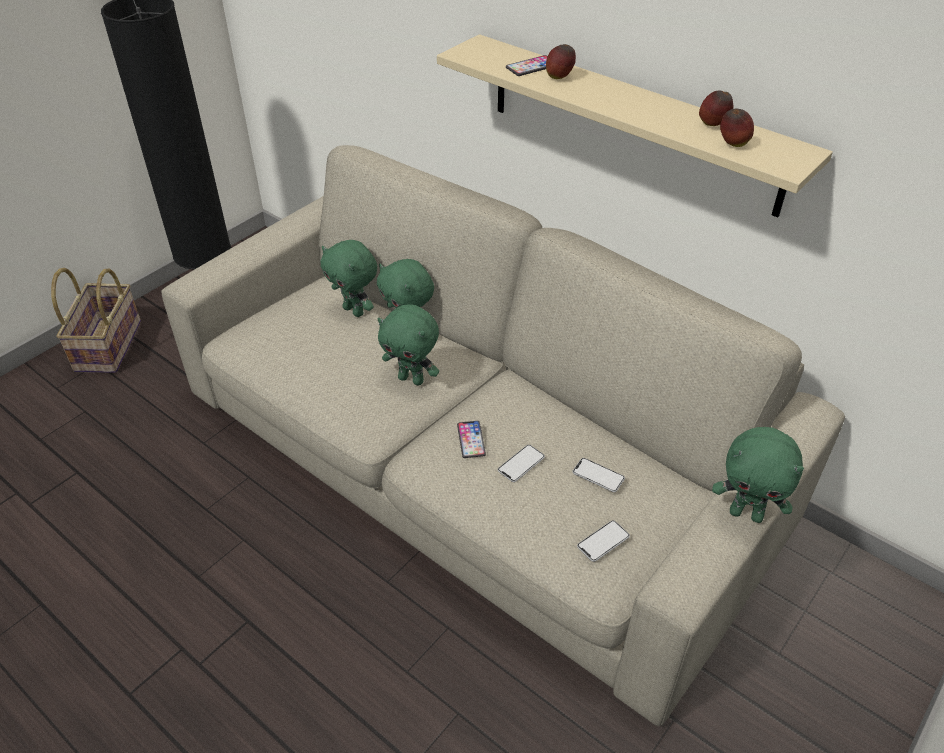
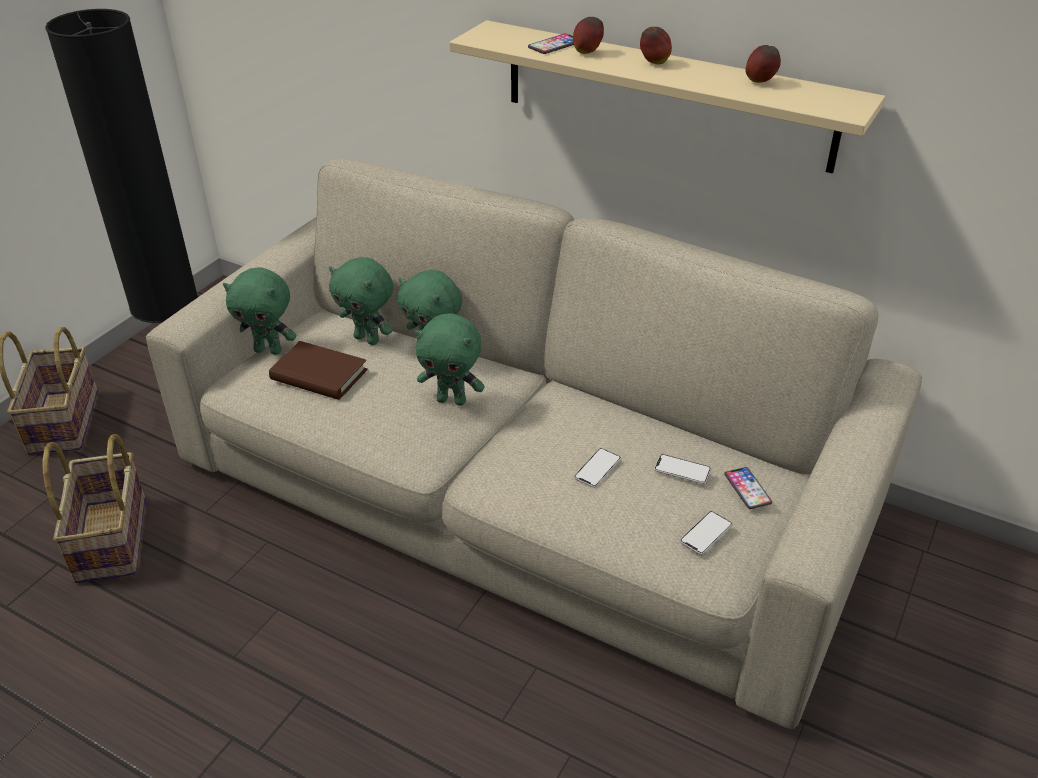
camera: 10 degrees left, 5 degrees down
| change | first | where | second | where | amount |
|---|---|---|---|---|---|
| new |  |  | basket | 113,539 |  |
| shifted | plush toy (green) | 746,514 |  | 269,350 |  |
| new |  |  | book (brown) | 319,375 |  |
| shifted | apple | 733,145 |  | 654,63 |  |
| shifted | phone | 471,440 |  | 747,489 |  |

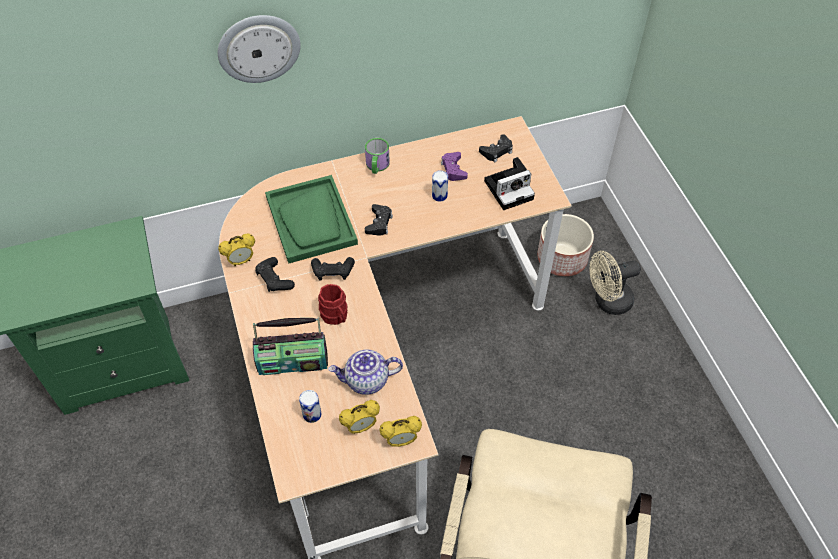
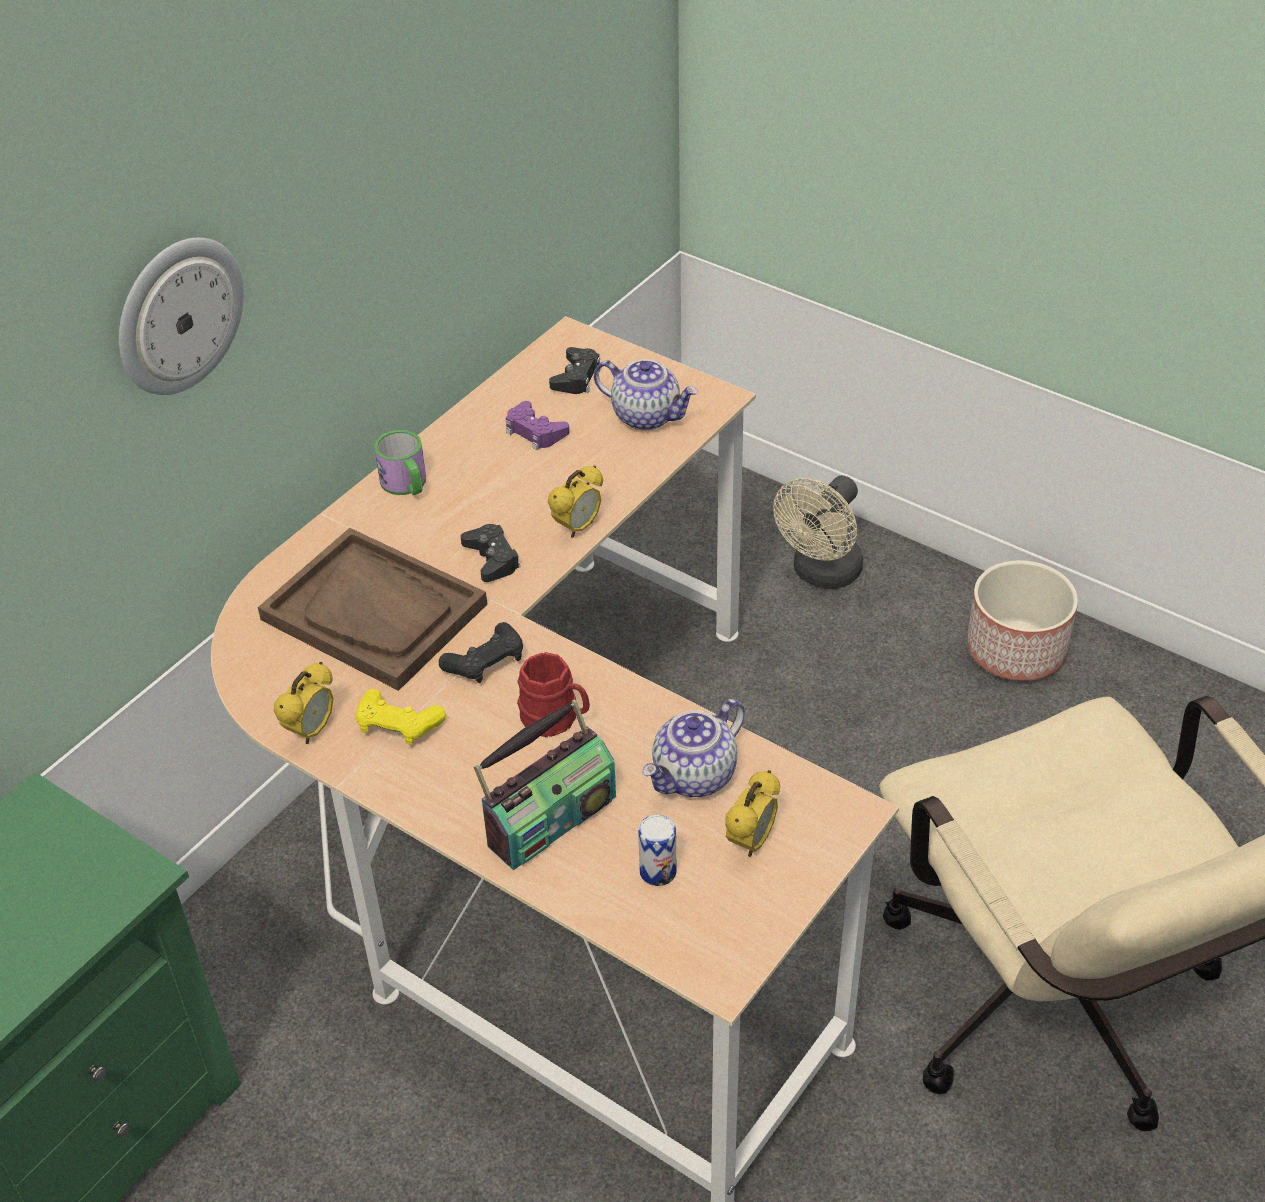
camera: 35 degrees left, 10 degrees down
| change | first | where | second | where | amount |
|---|---|---|---|---|---|
| repainted | tray (green) | 311,220 | tray (brown) | 375,612 |  |
| repainted | game controller (black) | 274,279 | game controller (yellow) | 398,725 |  |
| shifted | alarm clock | 401,441 |  | 577,528 |  |
| swapped | photo camera | 510,189 | teapot | 647,416 |  |
| shifted | planter | 561,257 |  | 1014,649 |  |
| gone | can | 439,195 |  |  |  |

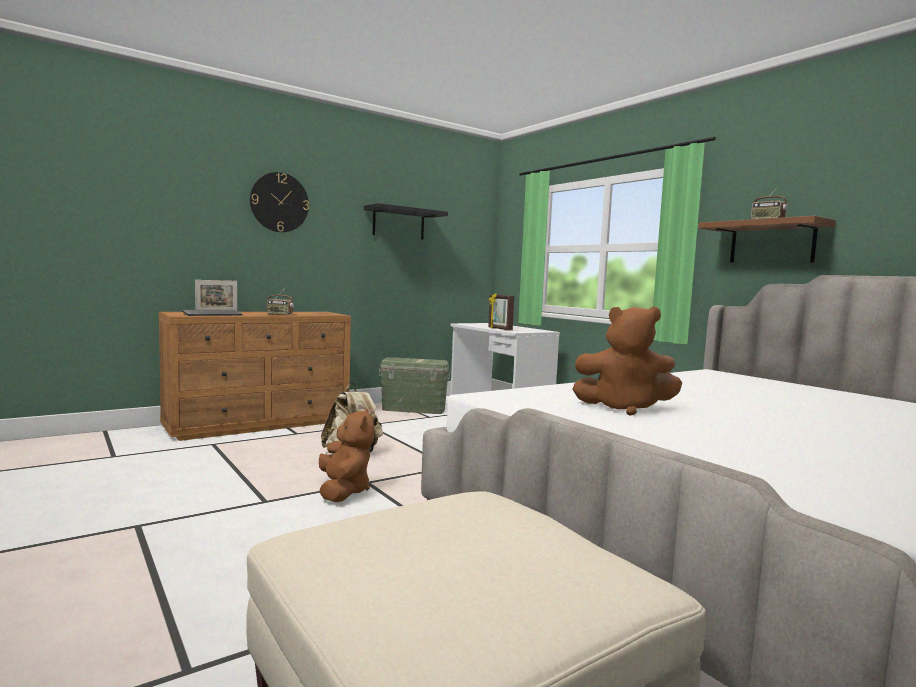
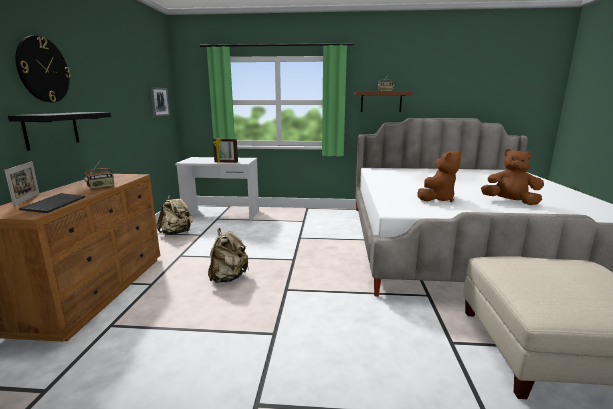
camera: 50 degrees left, 10 degrees up
| change | first | where | second | where | amount |
|---|---|---|---|---|---|
| shifted | shelf (black) | 398,223 |  | 51,130 |  |
| new |  |  | picture | 159,101 |  |
| swapped | storage box (green) | 413,409 | backpack (beige) | 176,233 |  |
| shifted | plush toy (brown) | 343,491 |  | 510,202 |  |

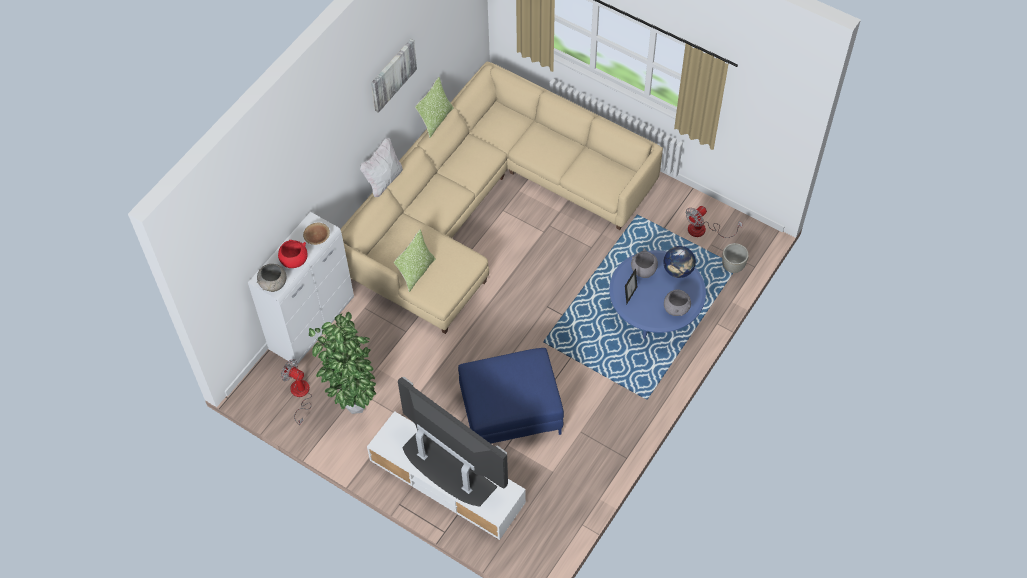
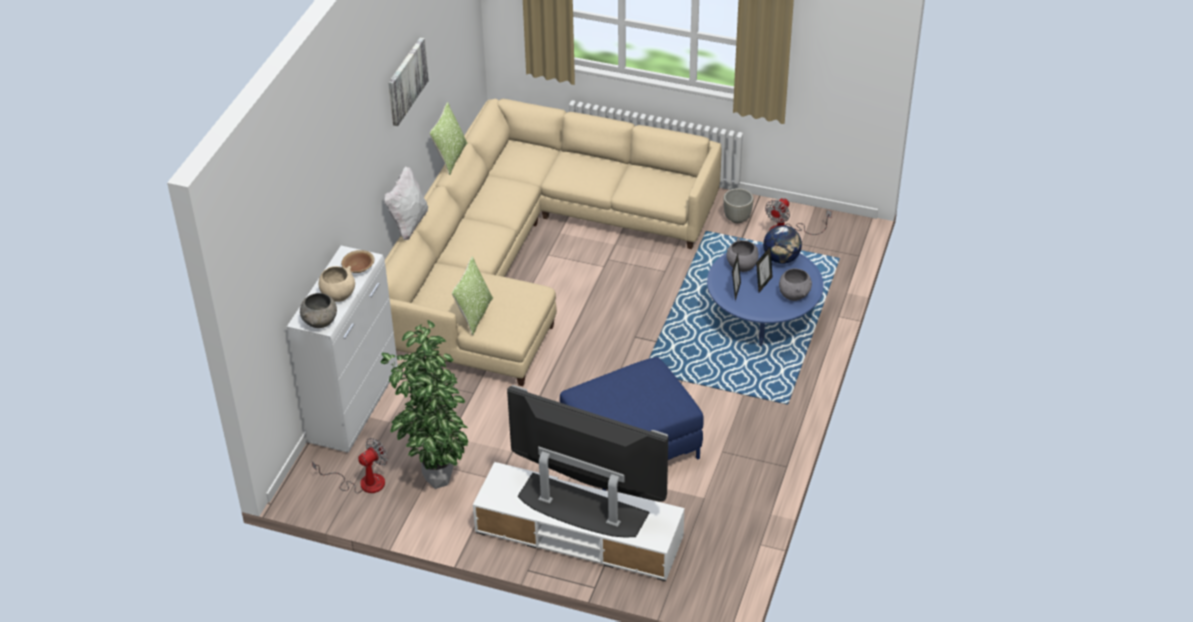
camera: 15 degrees left, 15 degrees down
| change | first | where | second | where | amount |
|---|---|---|---|---|---|
| rotated | fan | 300,395 |  | 363,482 | 120 degrees clockwise |
| repainted | bowl (red) | 294,261 | bowl (beige) | 338,295 |  |
| shifted | planter (grey) | 733,266 |  | 737,218 |  |
| new |  |  | picture frame | 763,284 |  |

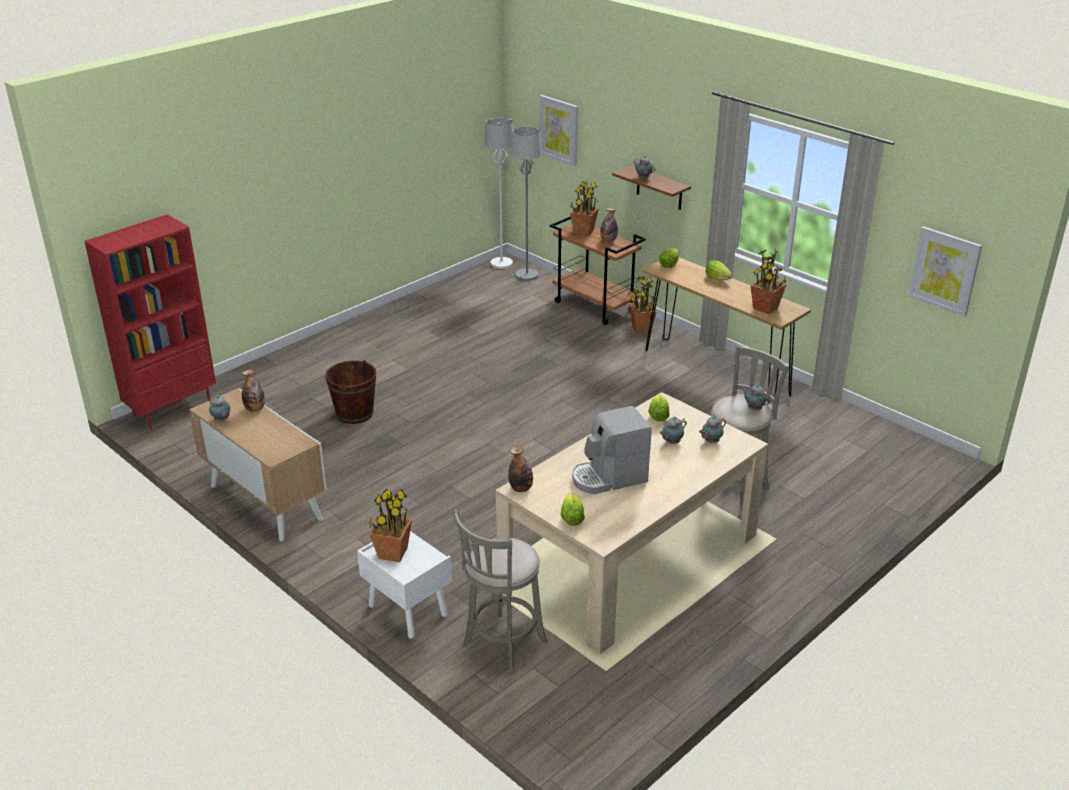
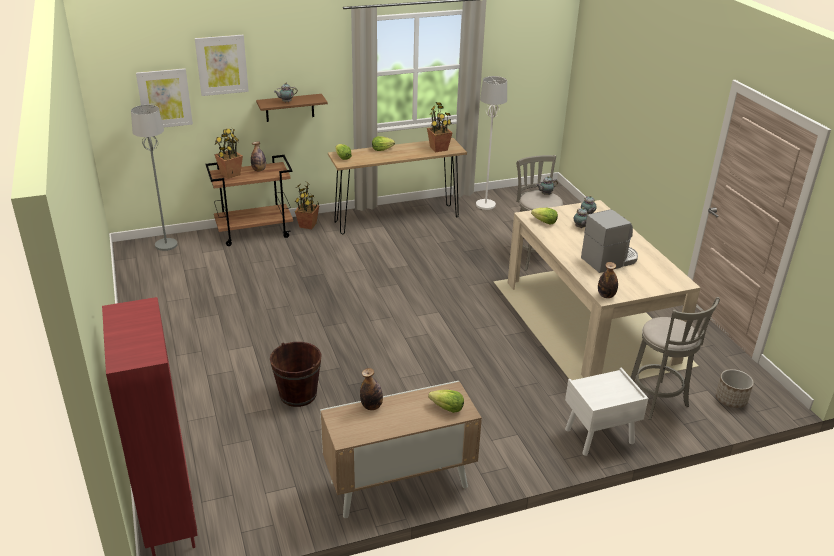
camera: 65 degrees left, 0 degrees up
| change | first | where | second | where | amount |
|---|---|---|---|---|---|
| shifted | picture | 944,271 |  | 222,65 |  |
| shifted | lettuce | 571,518 |  | 447,408 |  |
| shifted | floor lamp (white) | 501,263 |  | 485,205 |  |
| rotated | coffee machine | 608,477 |  | 610,260 | 120 degrees counterclockwise |
| new |  |  | planter | 731,399 |  |
| gone | teapot | 222,420 |  |  |  |
| gone | potted plant | 392,553 |  |  |  |

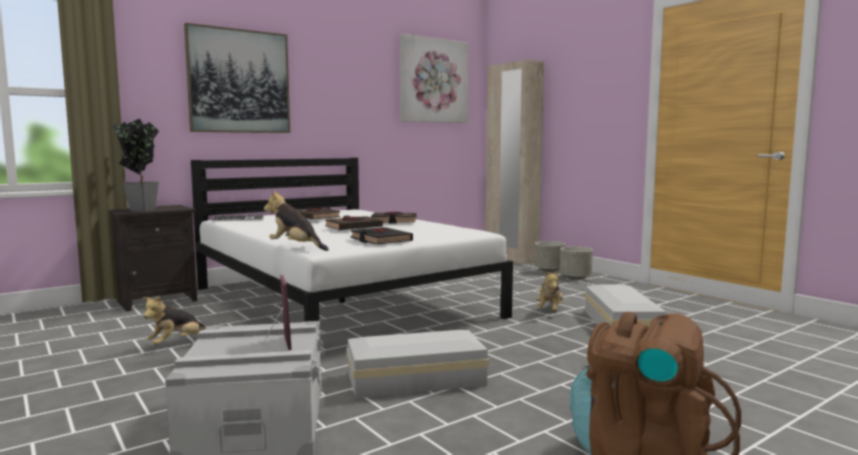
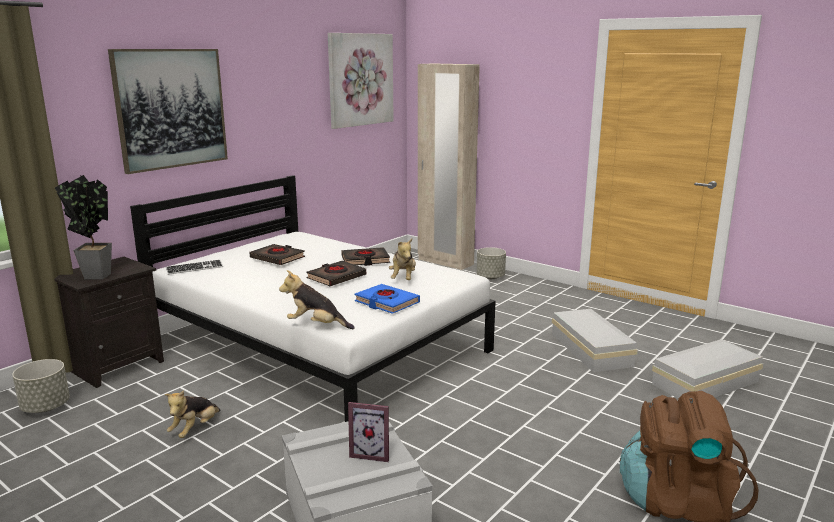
camera: 15 degrees left, 10 degrees up
| change | first | where | second | where | amount |
|---|---|---|---|---|---|
| shifted | planter (grey) | 575,278 |  | 46,407 |  |
| rotated | picture frame | 276,344 |  | 371,453 | 135 degrees clockwise |
| repainted | book (black) | 380,240 | book (blue) | 386,302 |  |
| shifted | plush toy | 550,311 |  | 403,278 |  |
| shifted | storage box (white) | 413,378 |  | 703,382 |  |

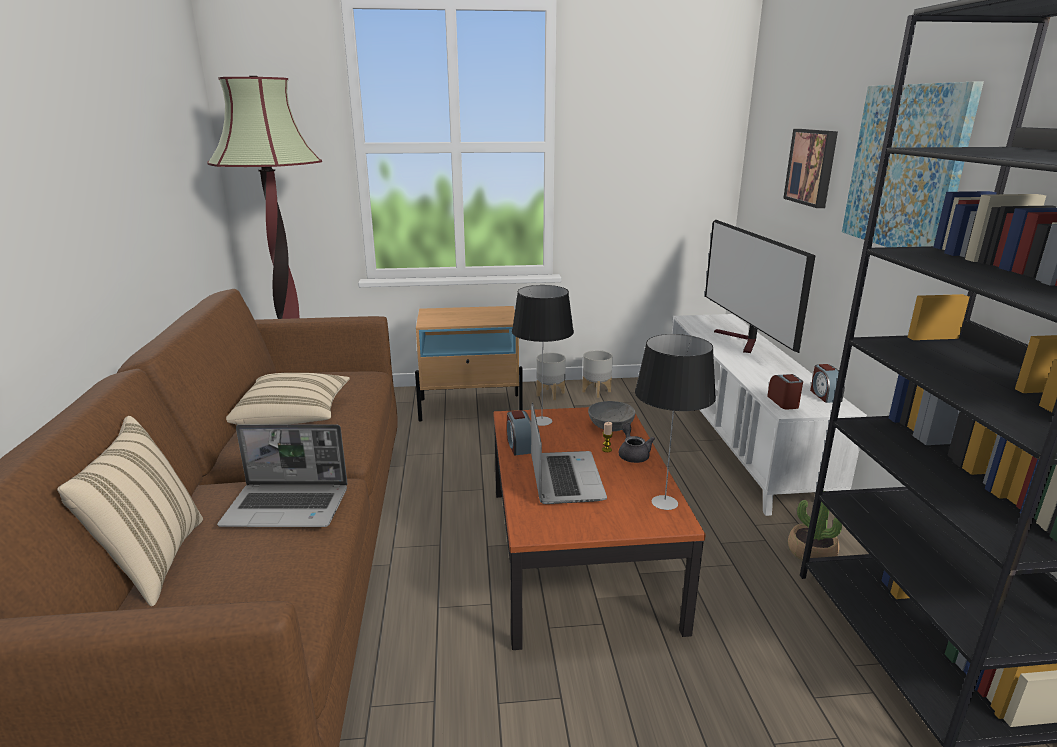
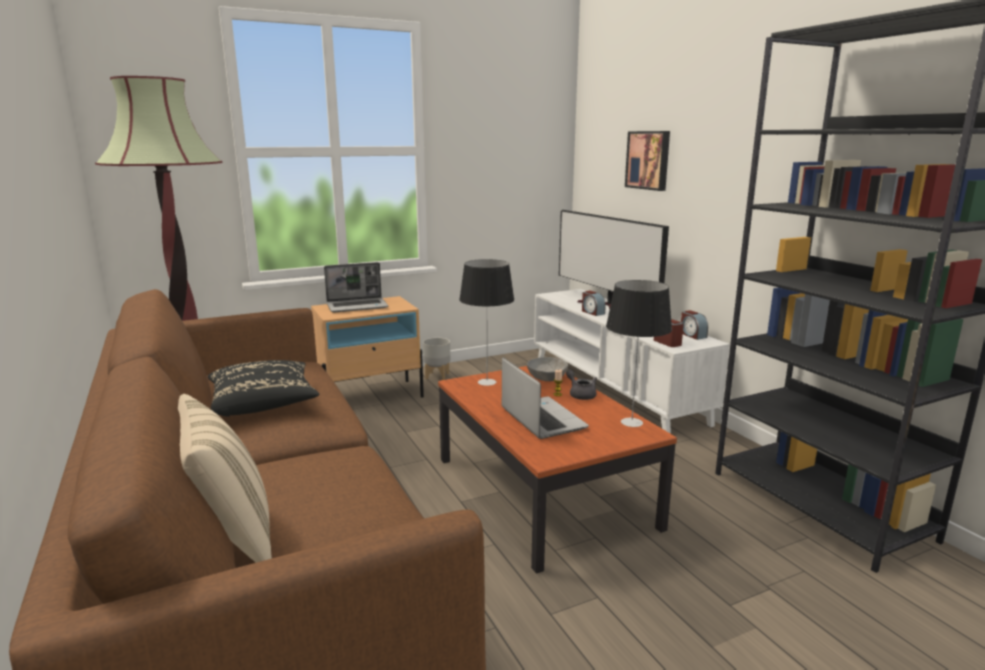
camera: 20 degrees left, 5 degrees down
| change | first | where | second | where | amount |
|---|---|---|---|---|---|
| repainted | pillow (beige) | 294,416 | pillow (black) | 263,404 |  |
| shifted | laptop | 288,507 |  | 358,306 |  |
| shifted | alarm clock | 519,445 |  | 592,312 |  |
| gone | planter (grey) | 596,391 |  |  |  |
| gone | potted plant | 811,552 |  |  |  |
| gone | picture | 906,168 |  |  |  |

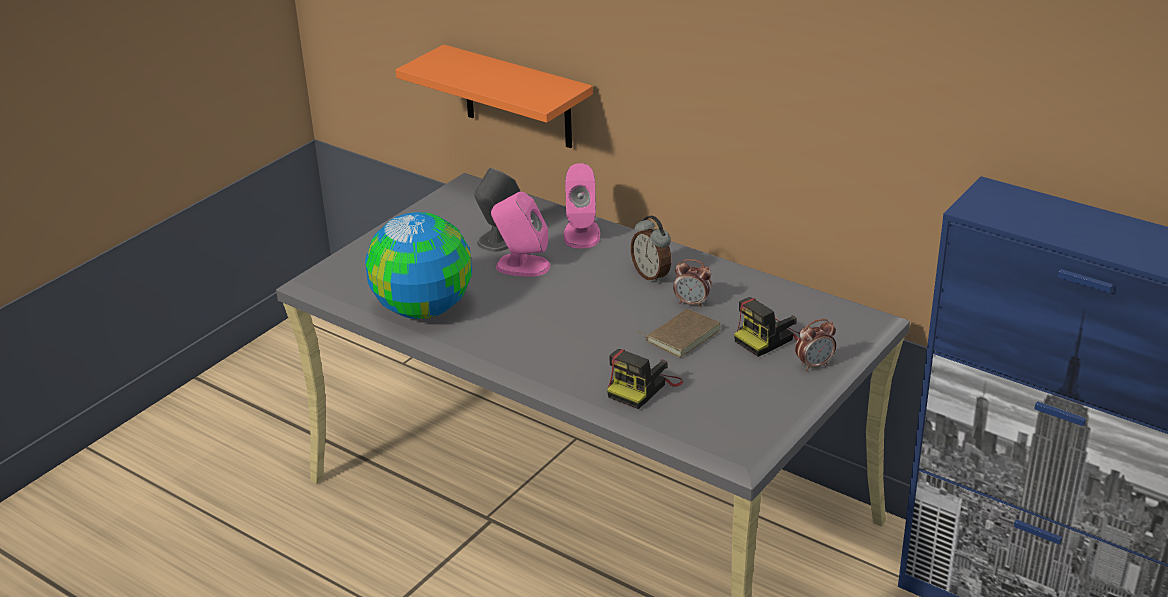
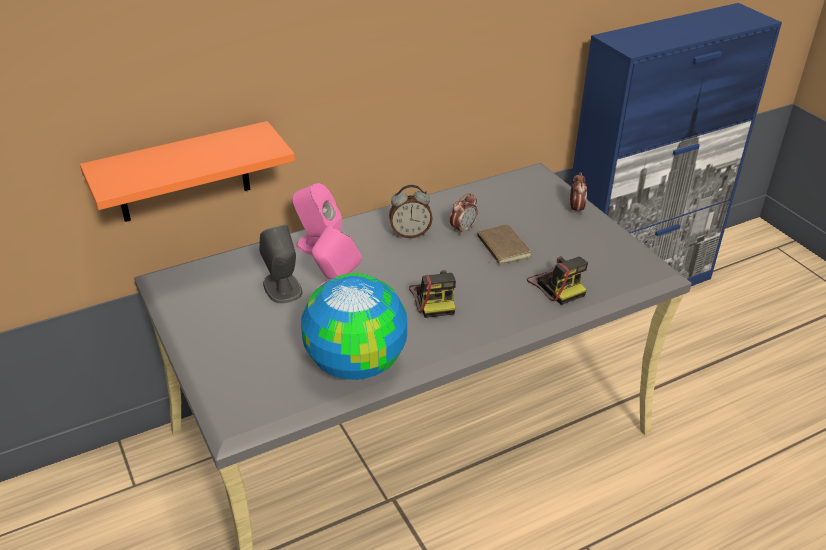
camera: 65 degrees left, 5 degrees up
| change | first | where | second | where | amount |
|---|---|---|---|---|---|
| shifted | photo camera | 771,339 |  | 434,298 |  |

